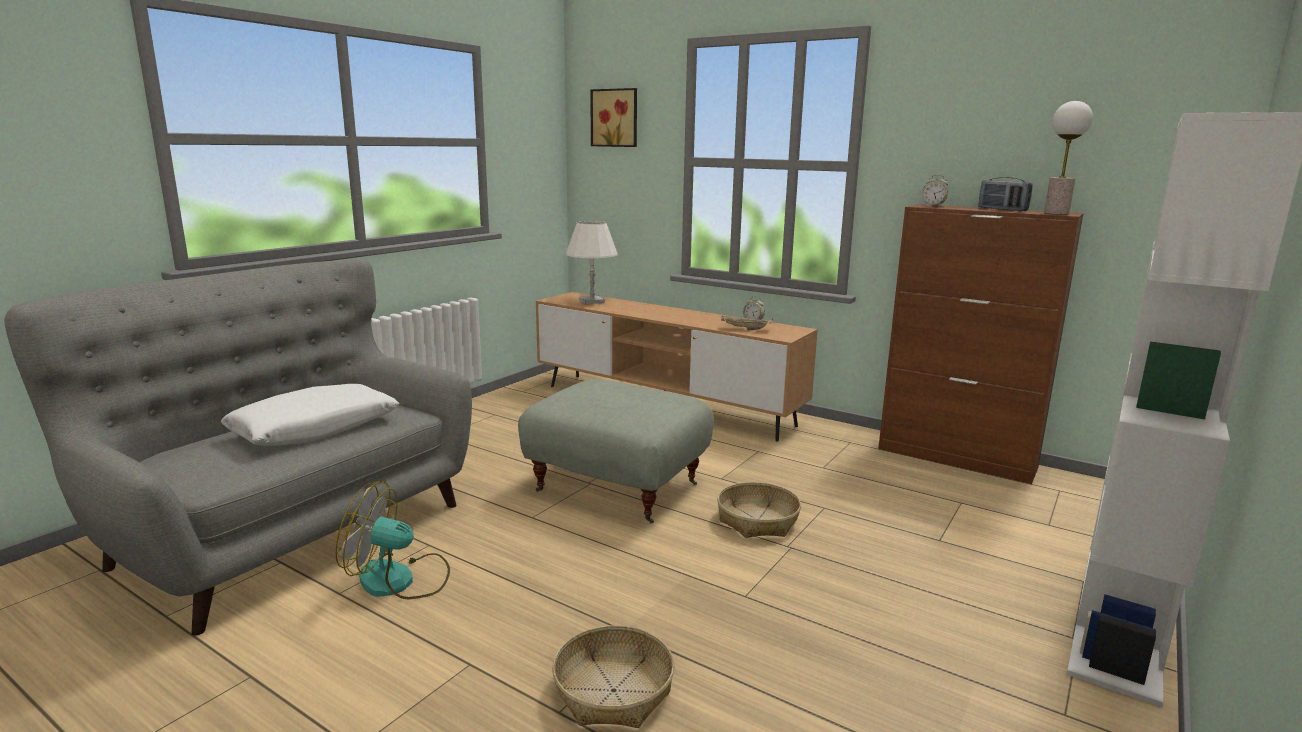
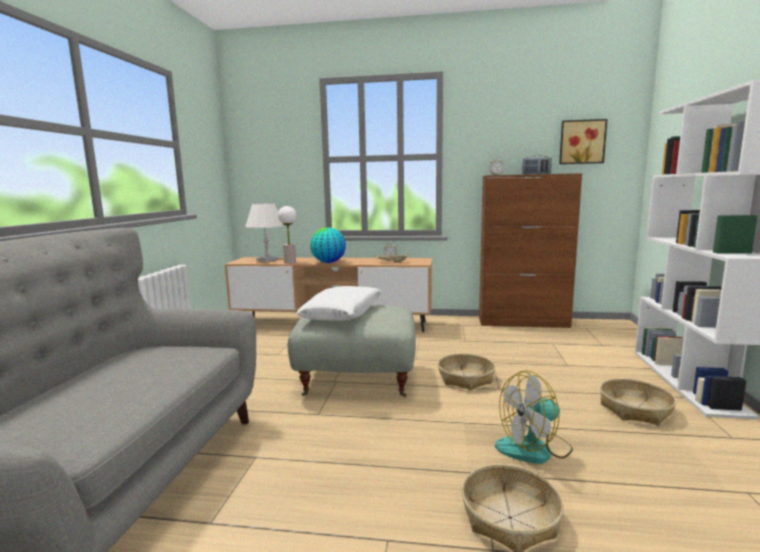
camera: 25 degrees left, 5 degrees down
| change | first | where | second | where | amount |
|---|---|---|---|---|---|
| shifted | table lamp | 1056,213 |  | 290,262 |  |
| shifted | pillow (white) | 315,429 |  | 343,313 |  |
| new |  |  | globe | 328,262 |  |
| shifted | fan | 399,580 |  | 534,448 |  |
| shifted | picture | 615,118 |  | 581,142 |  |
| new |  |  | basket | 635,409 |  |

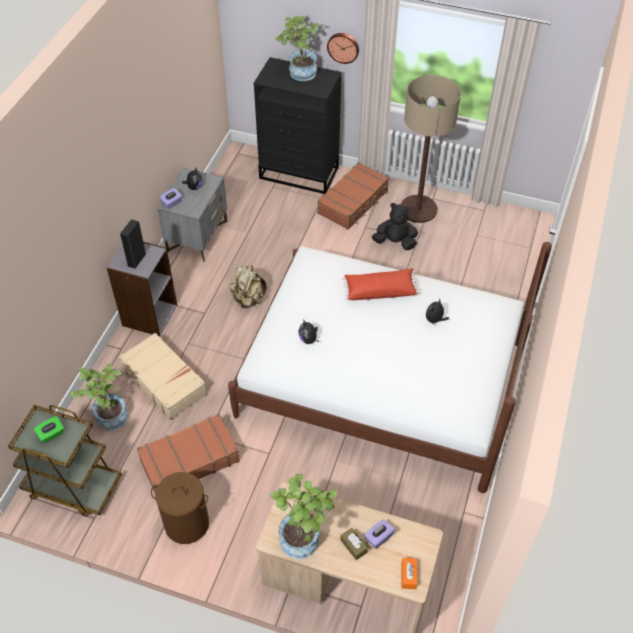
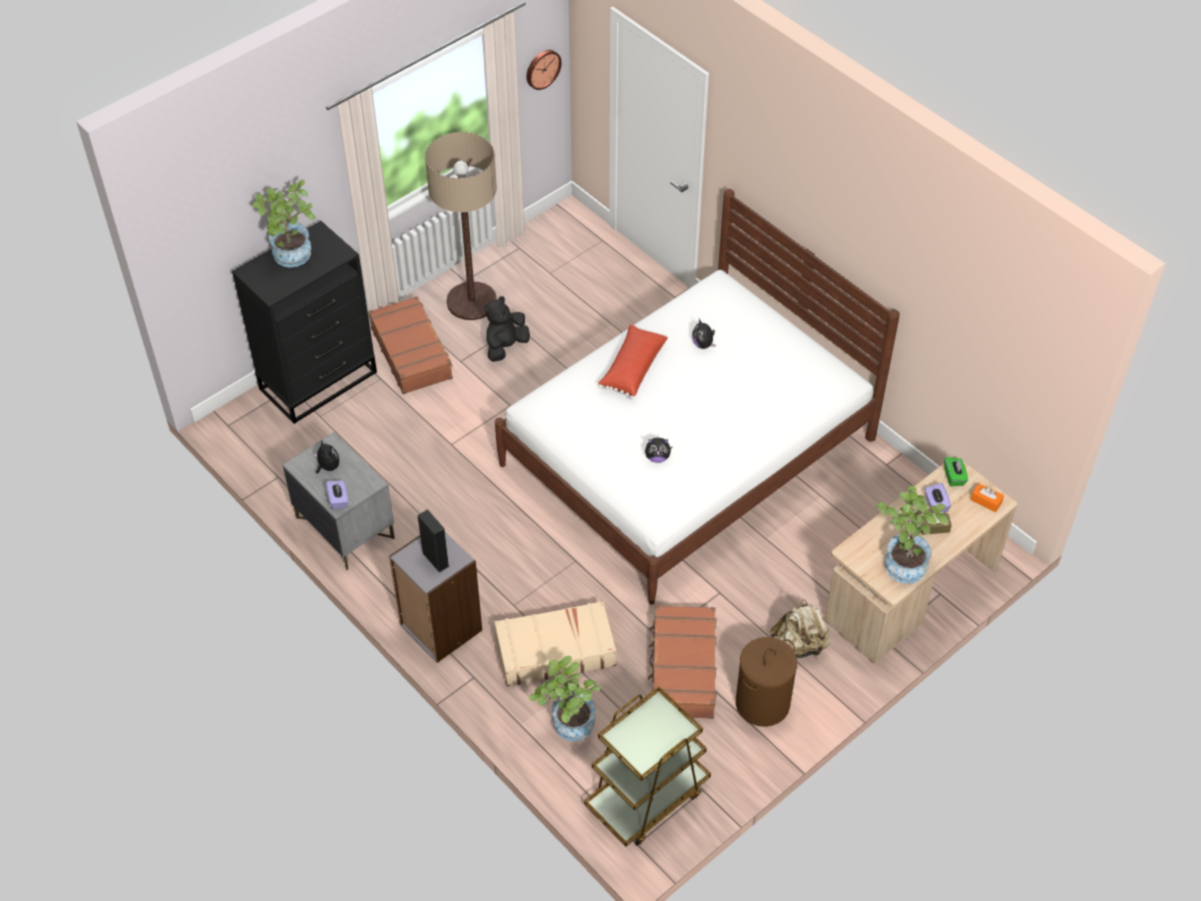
camera: 60 degrees left, 0 degrees up
| change | first | where | second | where | amount |
|---|---|---|---|---|---|
| shifted | wall clock | 343,47 |  | 542,68 |  |
| shifted | backpack (beige) | 248,299 |  | 799,645 |  |
| shifted | tissue box (green) | 51,434 |  | 954,477 |  |

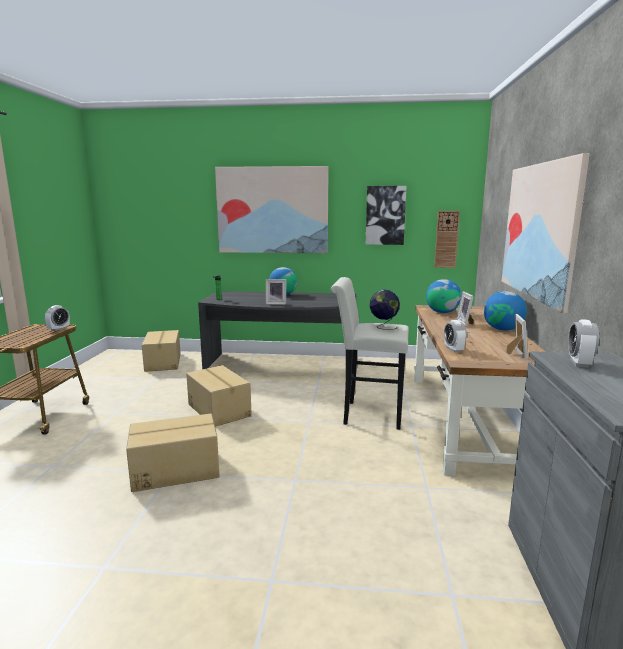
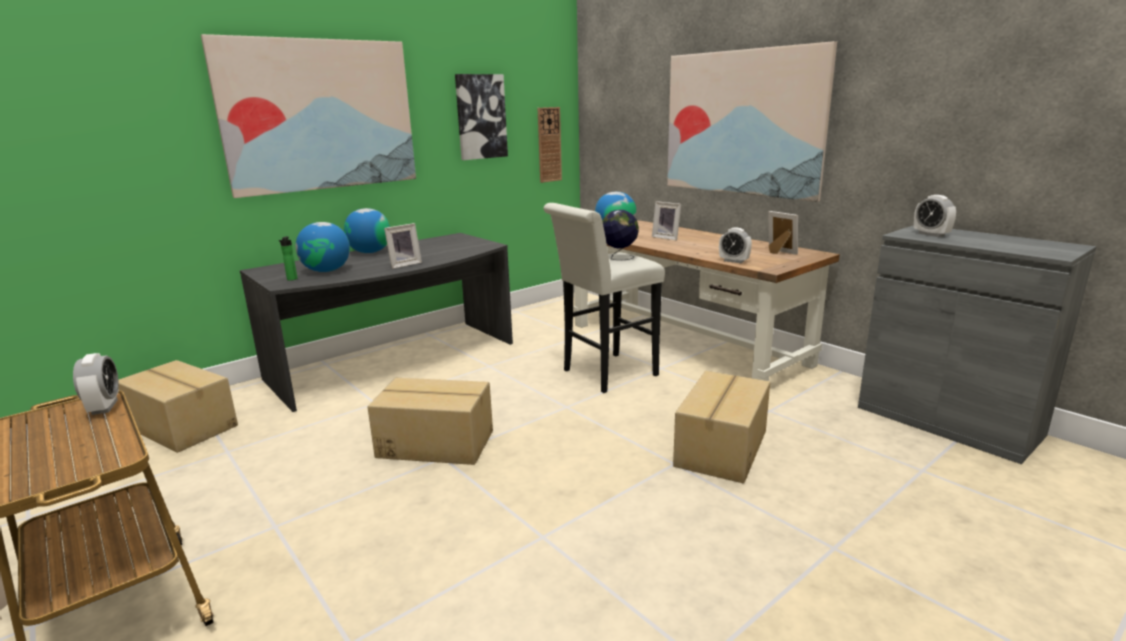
camera: 45 degrees left, 5 degrees up
| change | first | where | second | where | amount |
|---|---|---|---|---|---|
| shifted | globe | 502,329 |  | 326,271 |  |
| shifted | cardboard box | 175,470 |  | 719,448 |  |

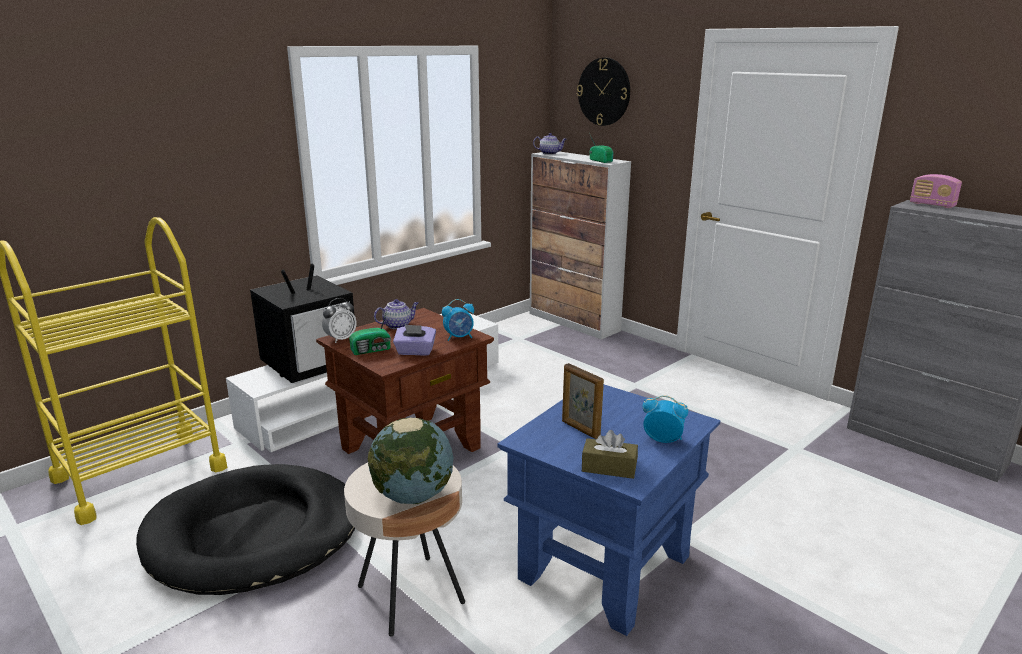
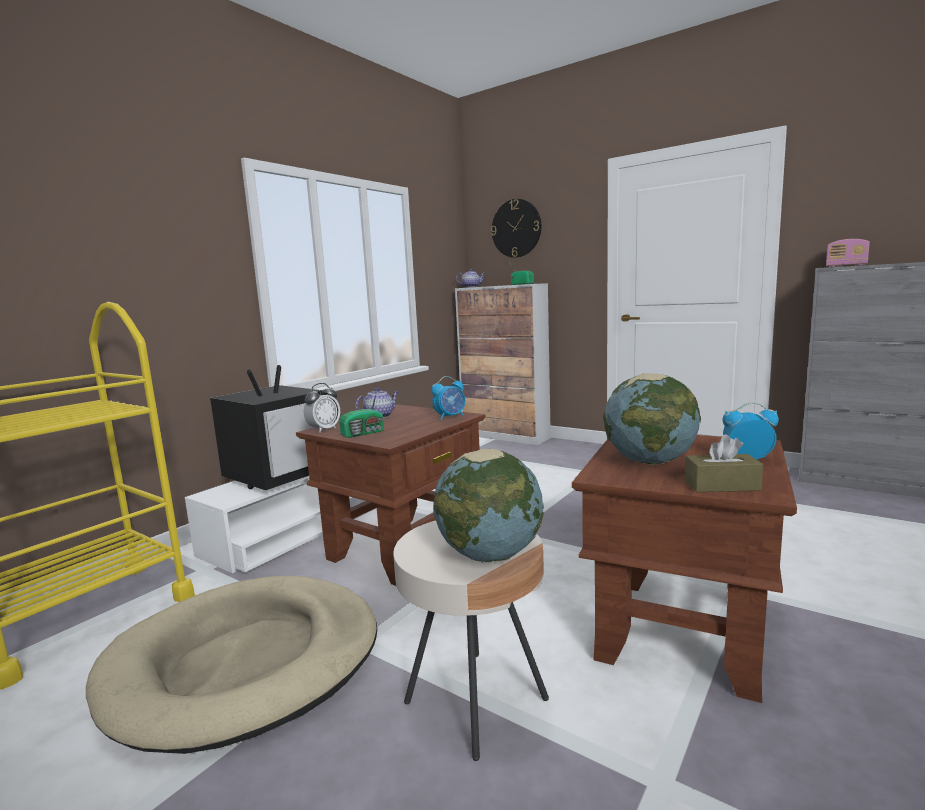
camera: 10 degrees left, 10 degrees down
| change | first | where | second | where | amount |
|---|---|---|---|---|---|
| repainted | dog bed (black) | 253,534 | dog bed (beige) | 246,662 |  |
| repainted | side table (blue) | 603,567 | side table (brown) | 679,631 |  |
| swapped | picture frame | 580,429 | globe | 650,461 |  |
| gone | tissue box (purple) | 415,352 |  |  |  |

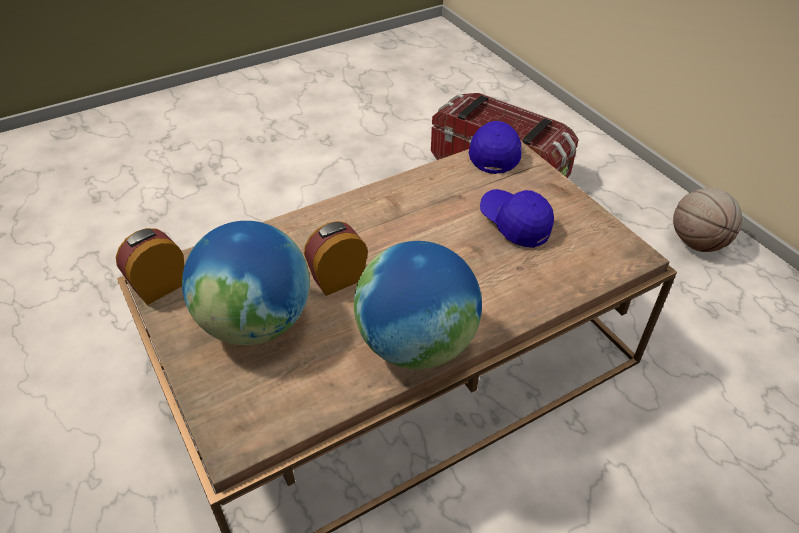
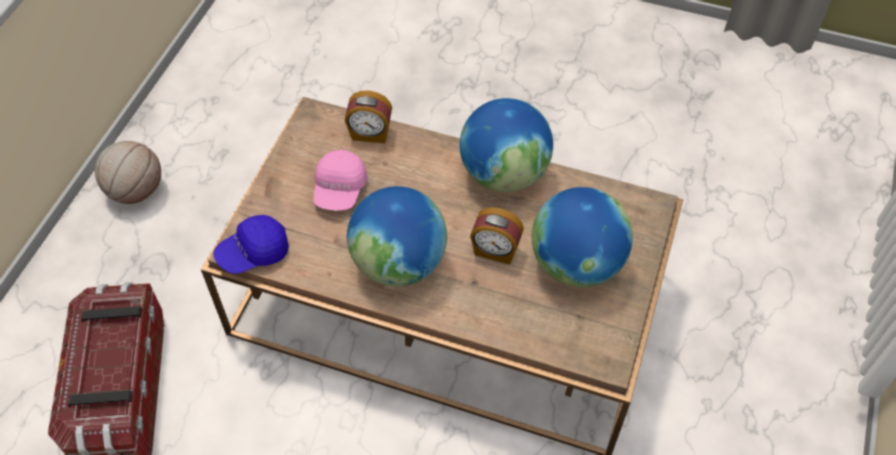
camera: 130 degrees left, 10 degrees up
| change | first | where | second | where | amount |
|---|---|---|---|---|---|
| repainted | cap (blue) | 514,224 | cap (pink) | 340,189 |  |
| shifted | alarm clock | 159,286 |  | 370,134 |  |
| new |  |  | globe | 399,263 |  |

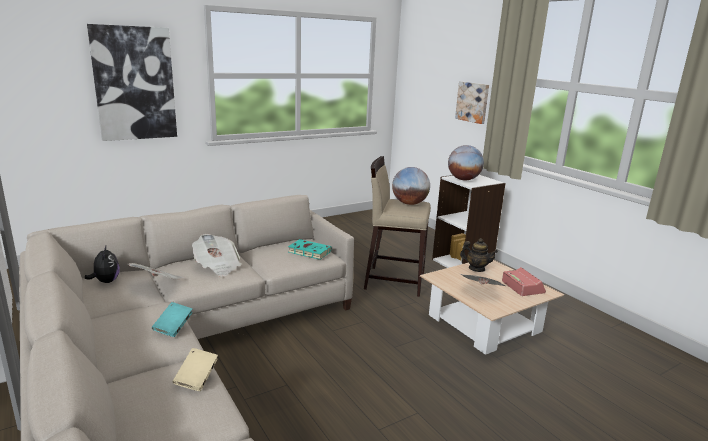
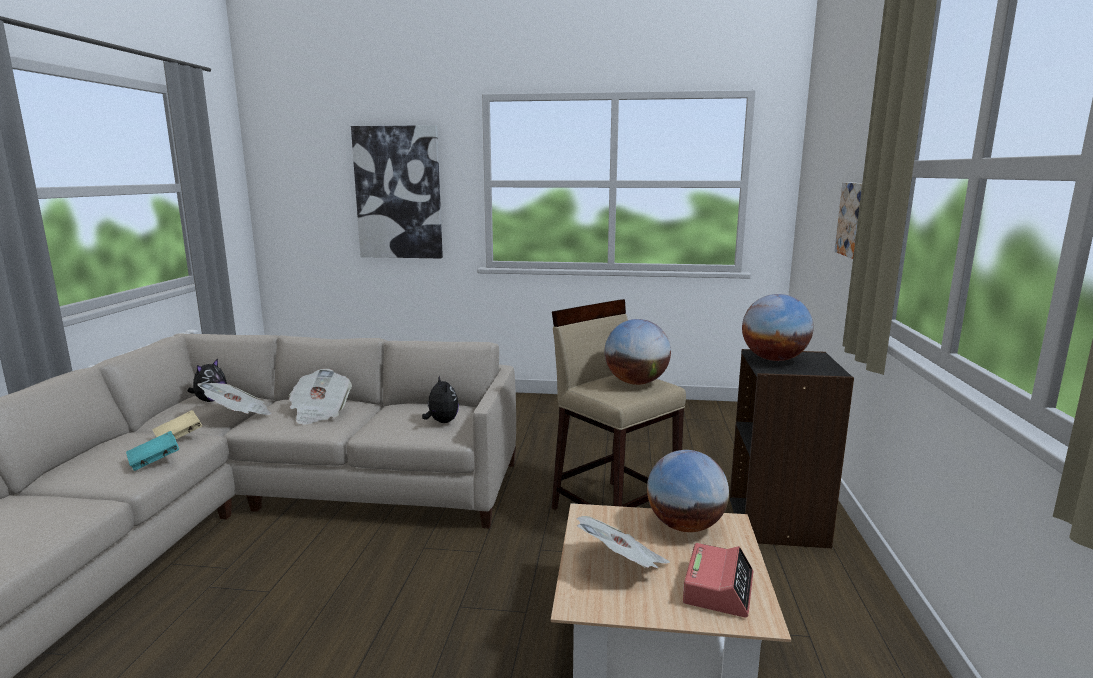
camera: 40 degrees right, 5 degrees down
| change | first | where | second | where | amount |
|---|---|---|---|---|---|
| shifted | book (beige) | 196,378 |  | 179,437 |  |
| swapped | book (turquoise) | 308,251 | plush toy | 441,422 |  |
| swapped | teapot | 476,269 | globe | 685,526 |  |
| repainted | bookcase (white) | 462,263 | bookcase (black) | 778,522 |  |

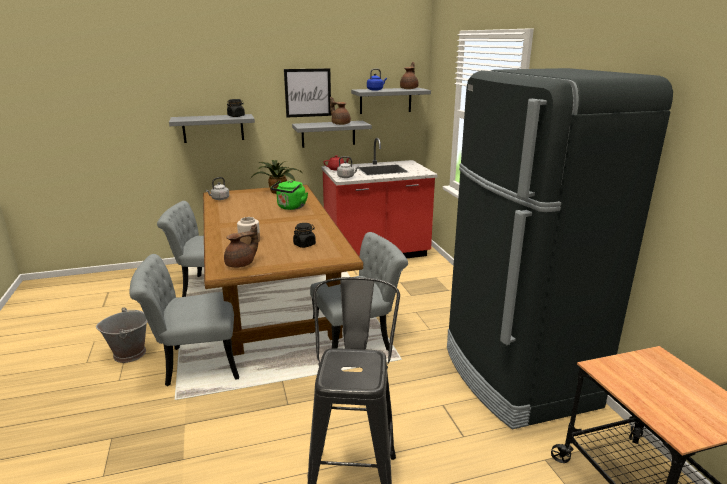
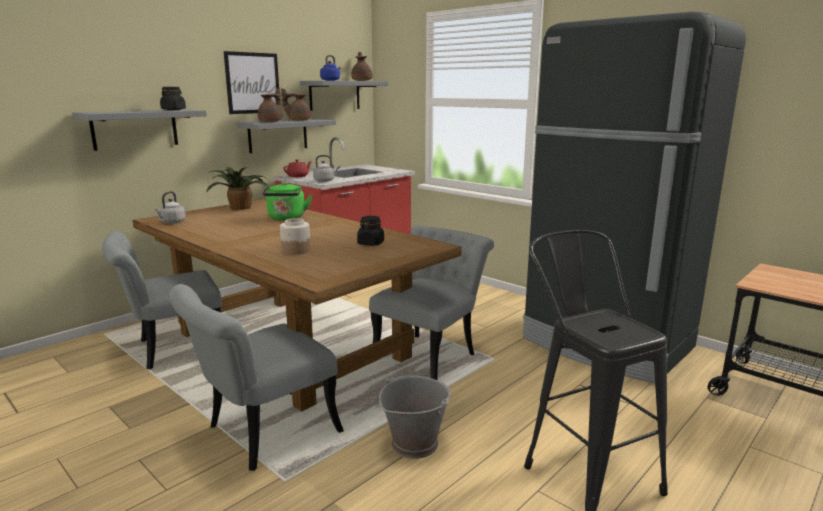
camera: 30 degrees left, 5 degrees down
| change | first | where | second | where | amount |
|---|---|---|---|---|---|
| shifted | teapot (brown) | 241,264 |  | 271,121 |  |
| shifted | bucket (grey) | 130,353 |  | 414,443 |  |

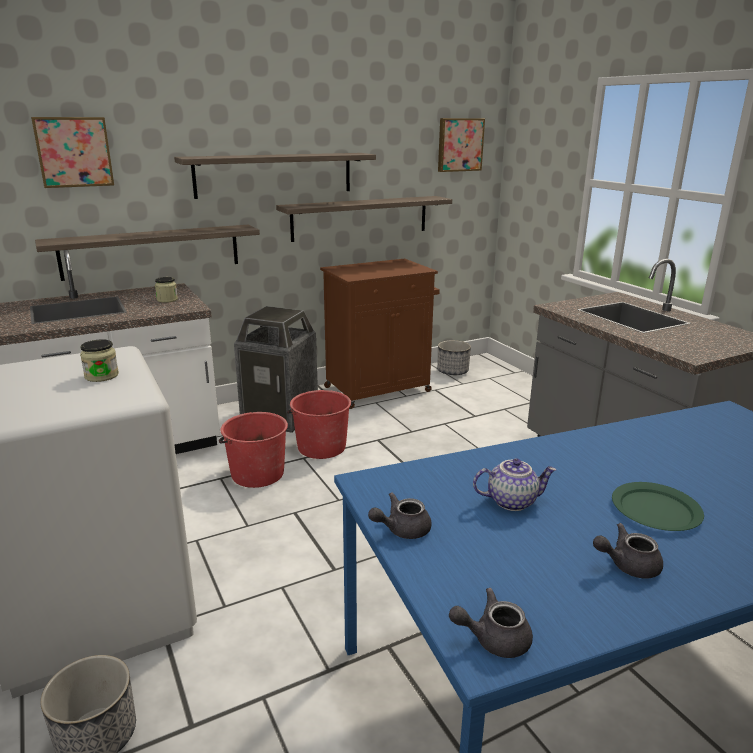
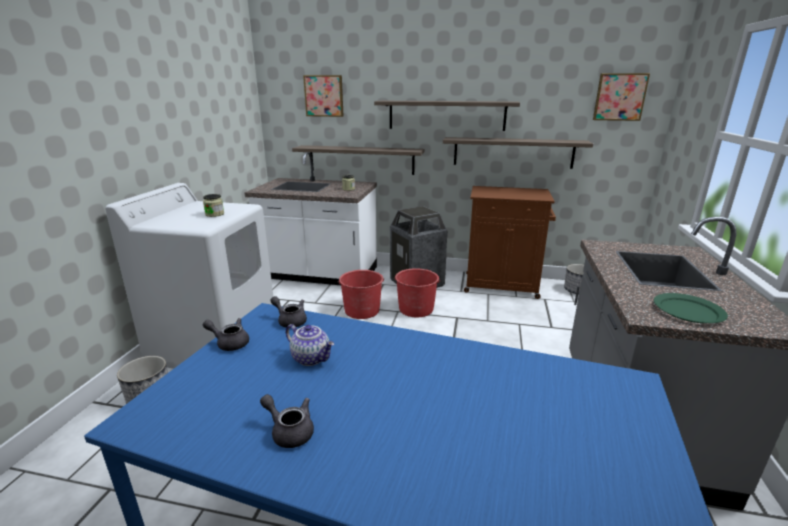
camera: 40 degrees right, 0 degrees up
| change | first | where | second | where | amount |
|---|---|---|---|---|---|
| shifted | teapot (grey) | 493,639 |  | 290,321 |  |
| shifted | plate (green) | 655,509 |  | 688,311 |  |

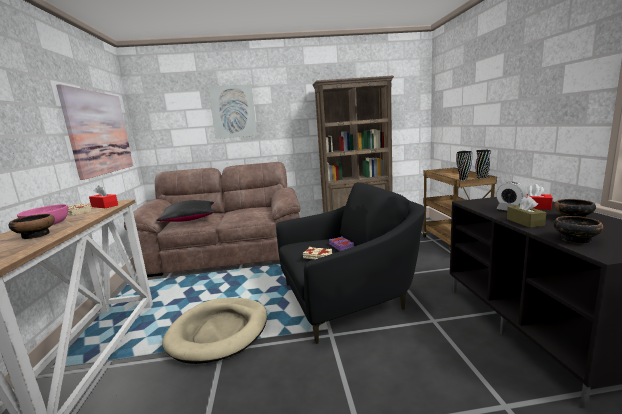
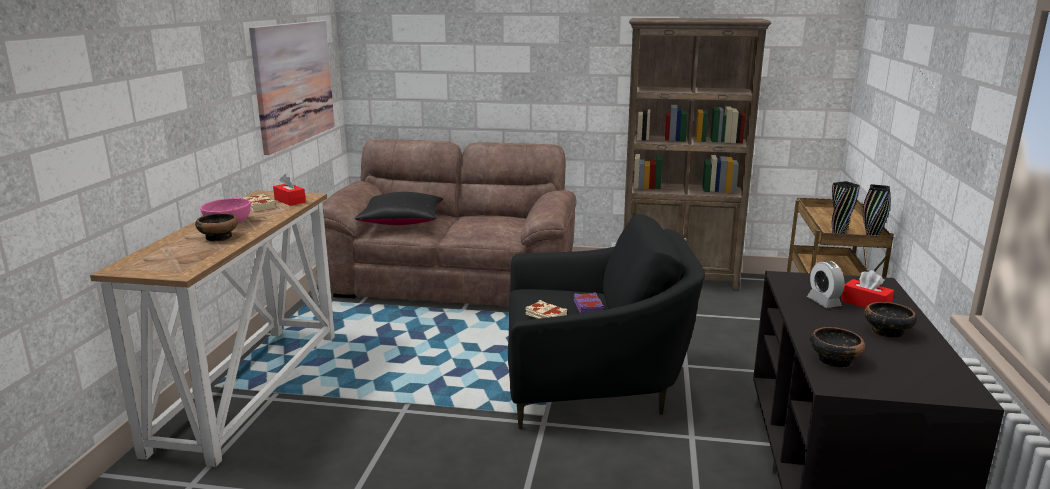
camera: 15 degrees right, 5 degrees up
| change | first | where | second | where | amount |
|---|---|---|---|---|---|
| gone | dog bed (beige) | 219,331 |  |  |  |
| gone | picture | 233,111 |  |  |  |
| gone | tissue box (brown) | 525,222 |  |  |  |

